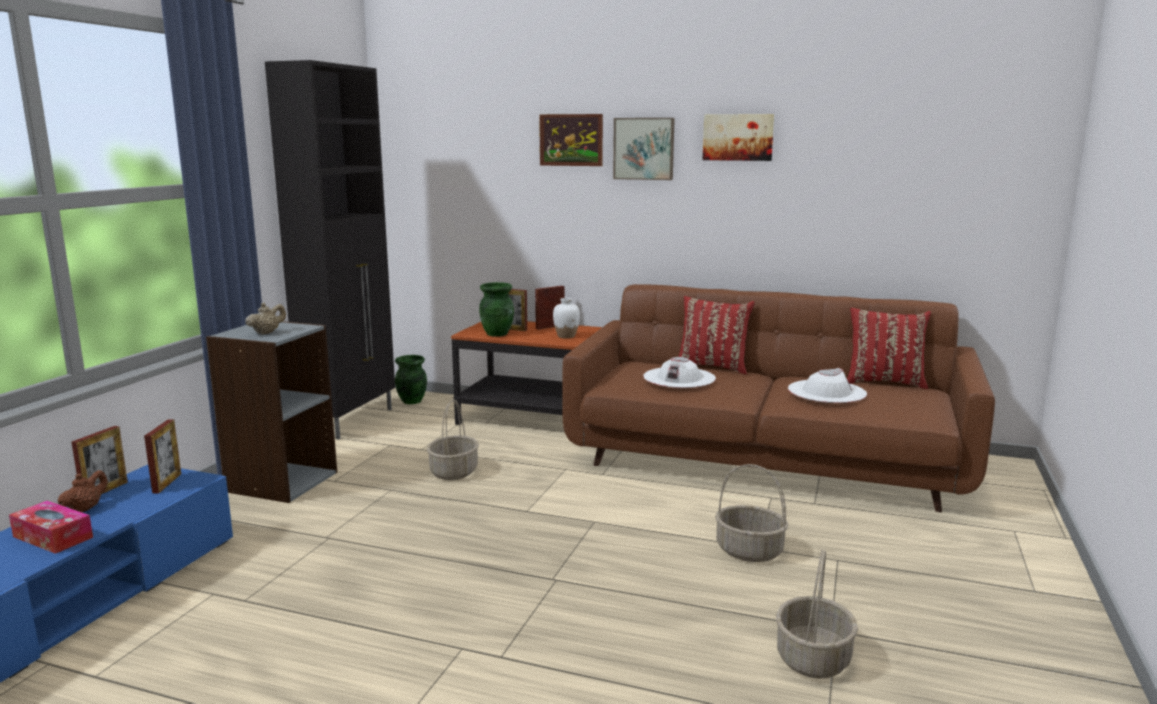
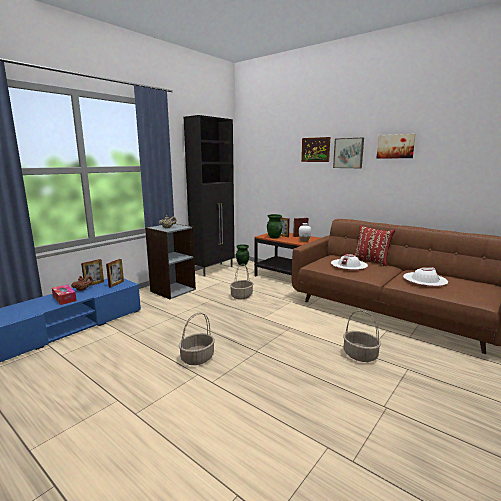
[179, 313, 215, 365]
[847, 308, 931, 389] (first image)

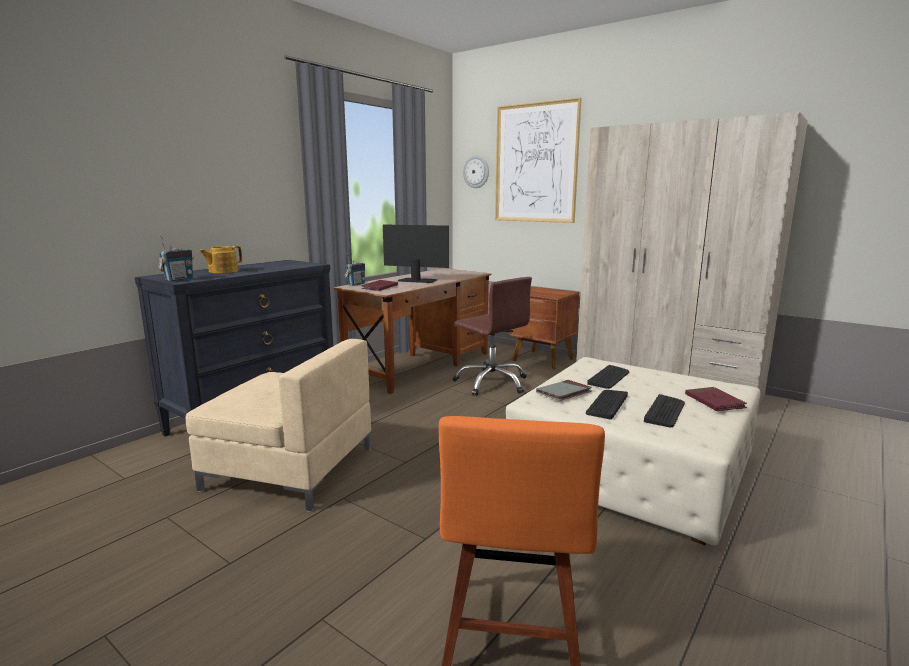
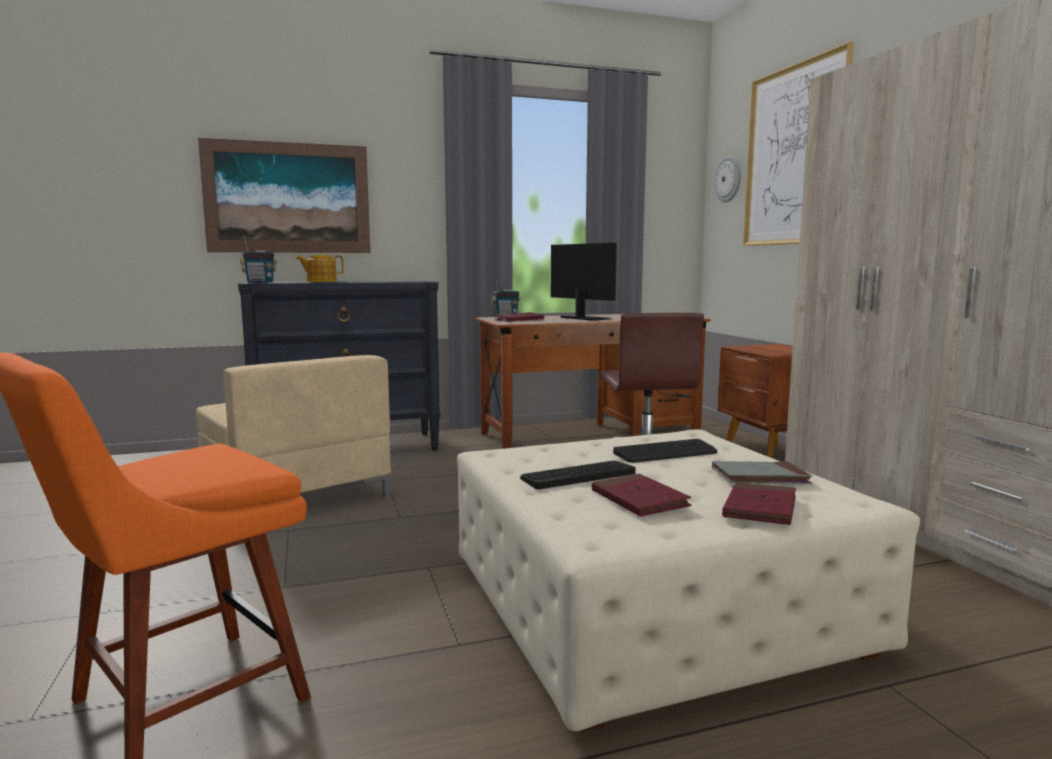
[198, 138, 370, 253]
[592, 474, 691, 516]
[712, 461, 813, 484]

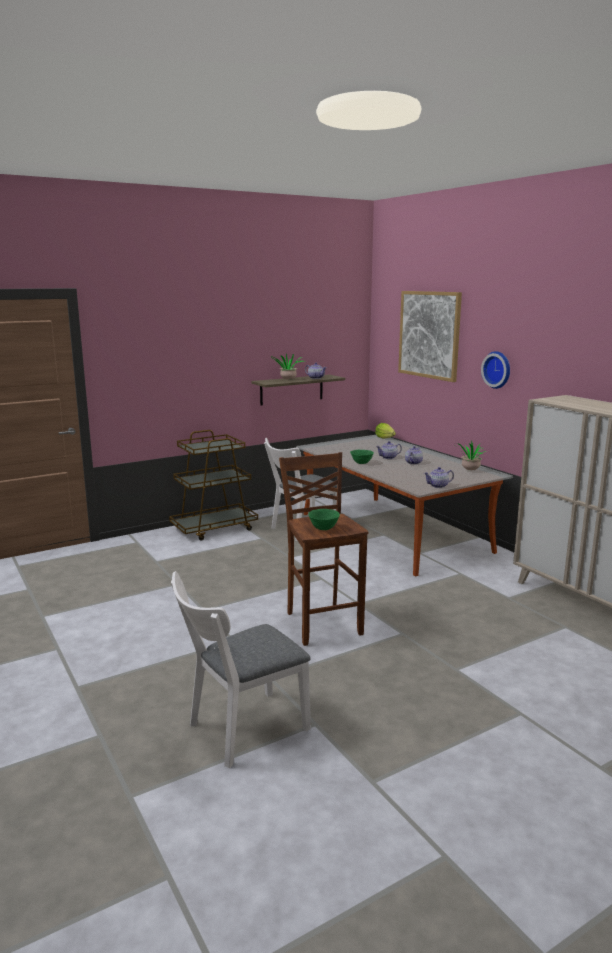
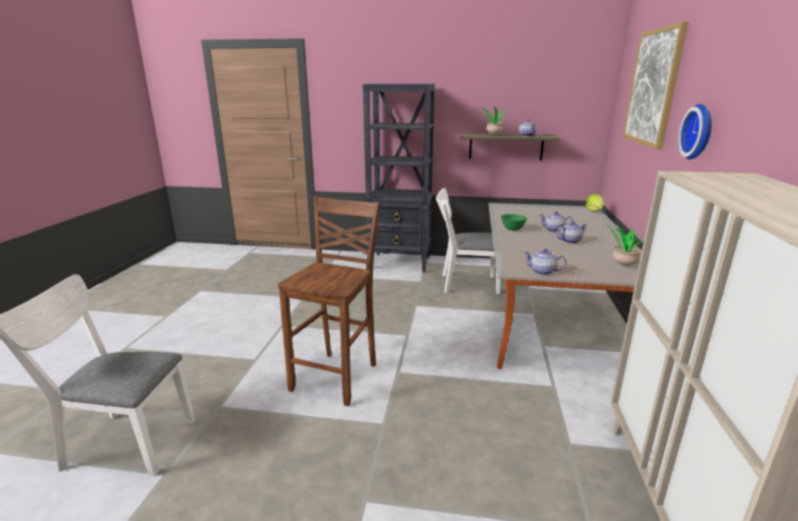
[363, 84, 435, 273]
[308, 509, 340, 530] (first image)

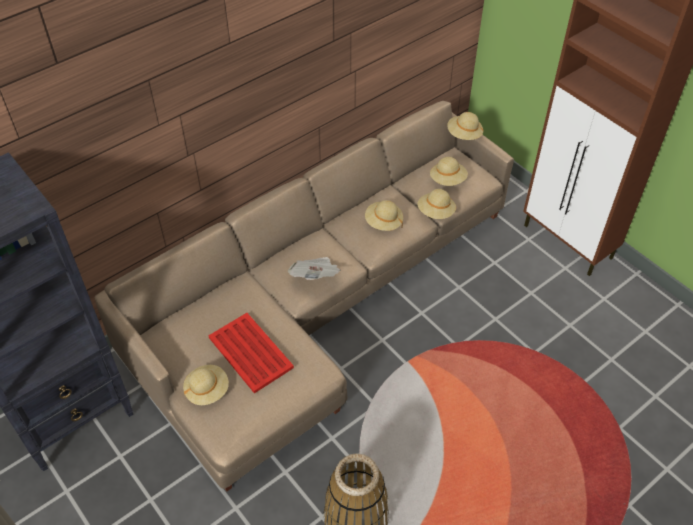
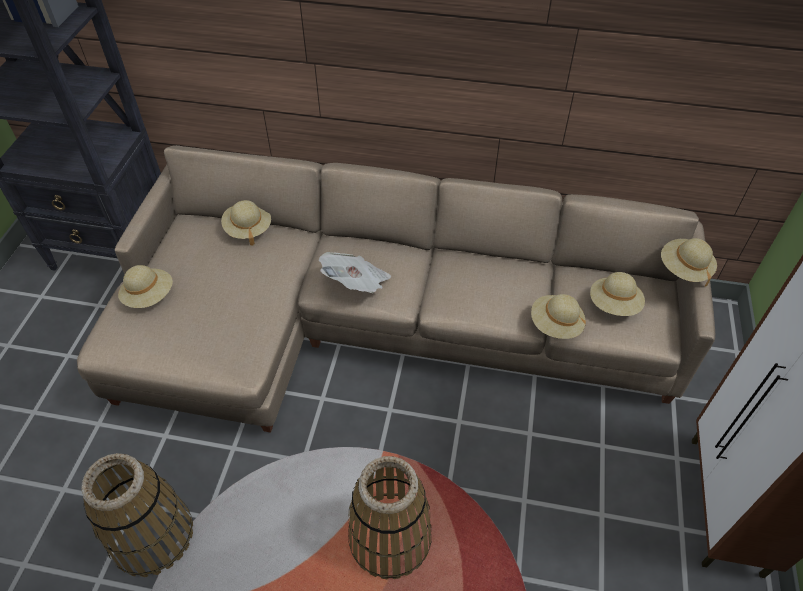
[221, 200, 271, 246]
[348, 456, 432, 579]
[208, 313, 294, 393] (first image)

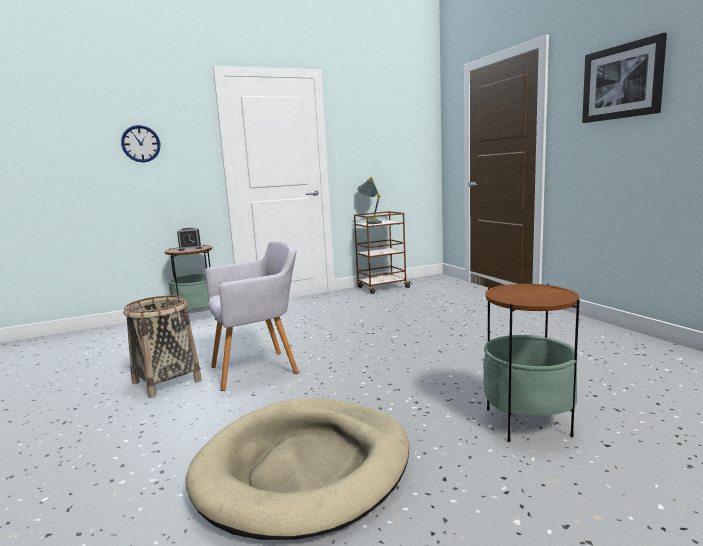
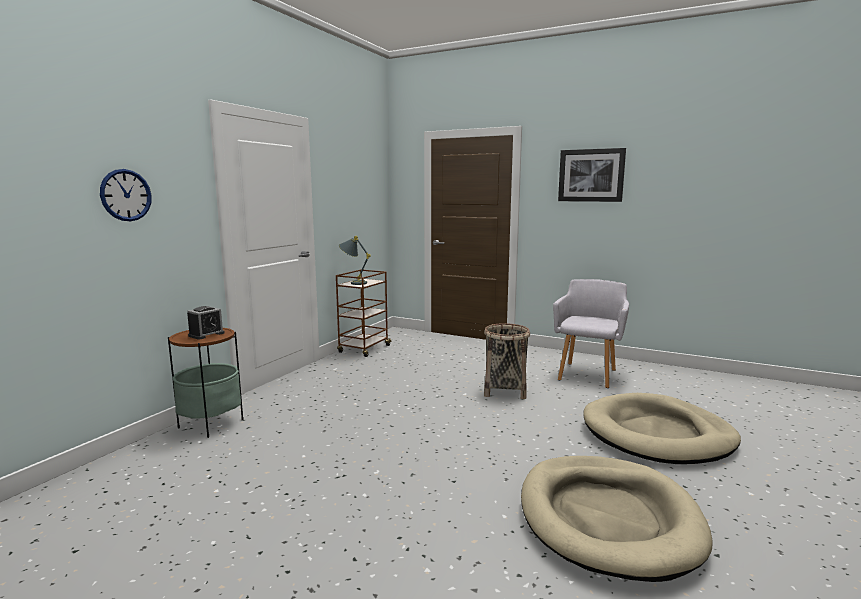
[484, 323, 530, 399]
[553, 279, 629, 388]
[583, 393, 741, 464]

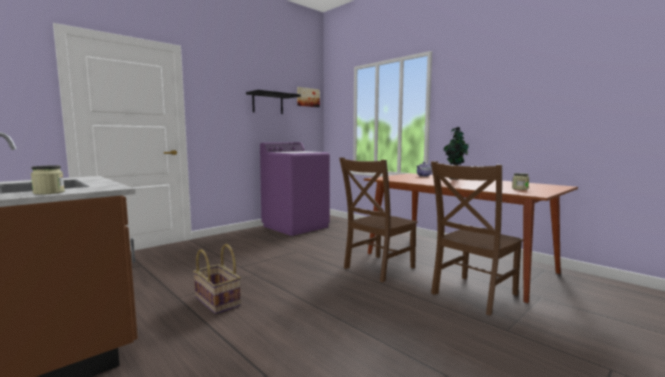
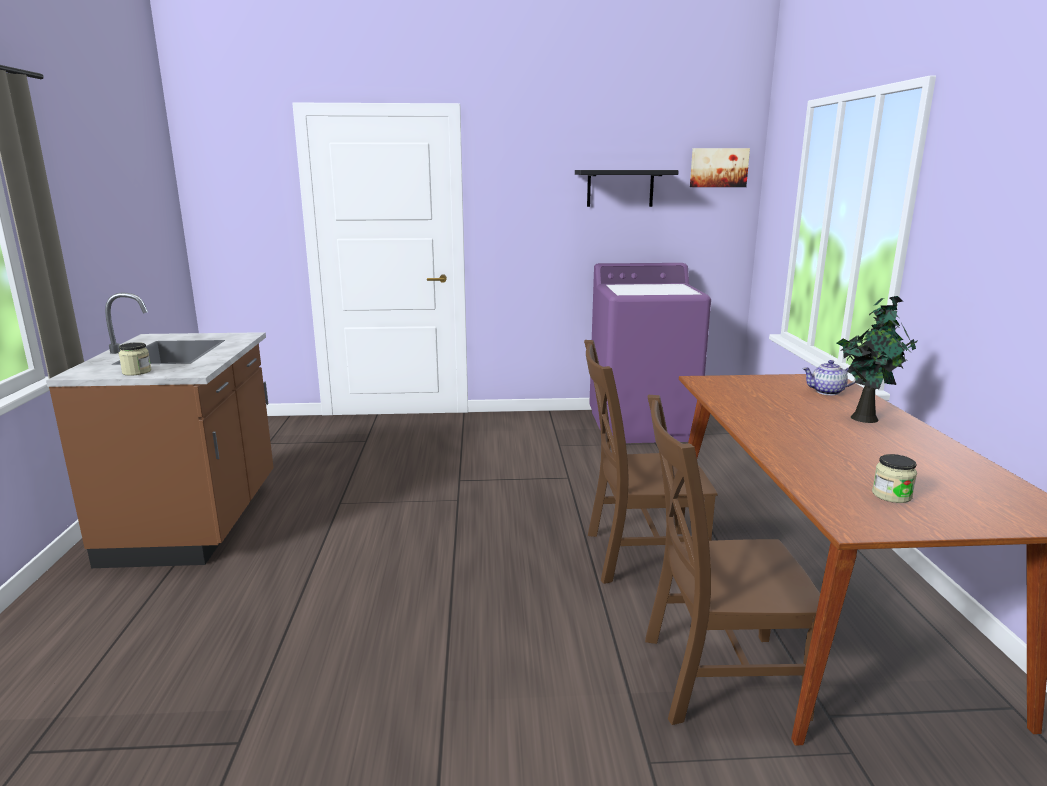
[193, 244, 241, 314] (first image)

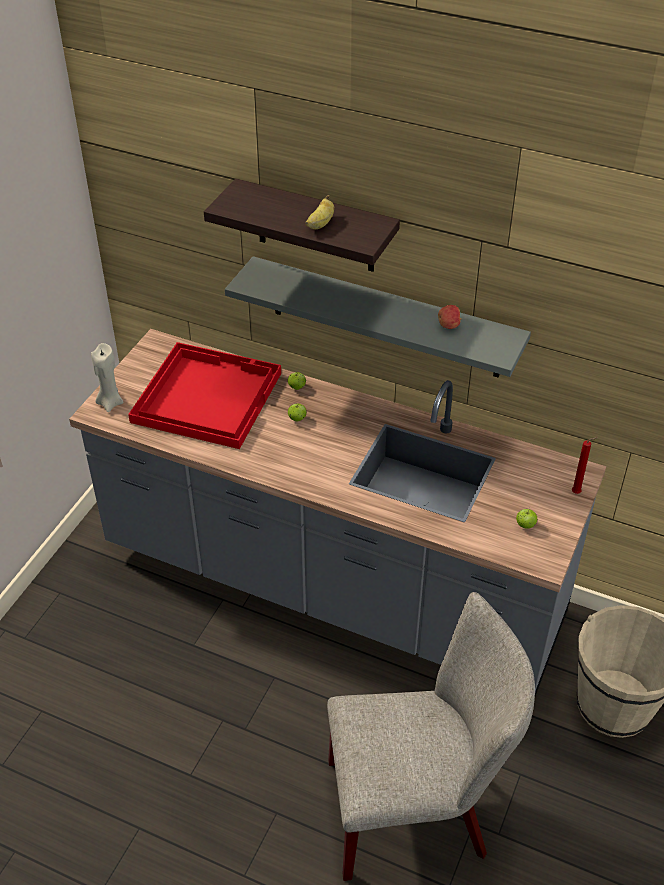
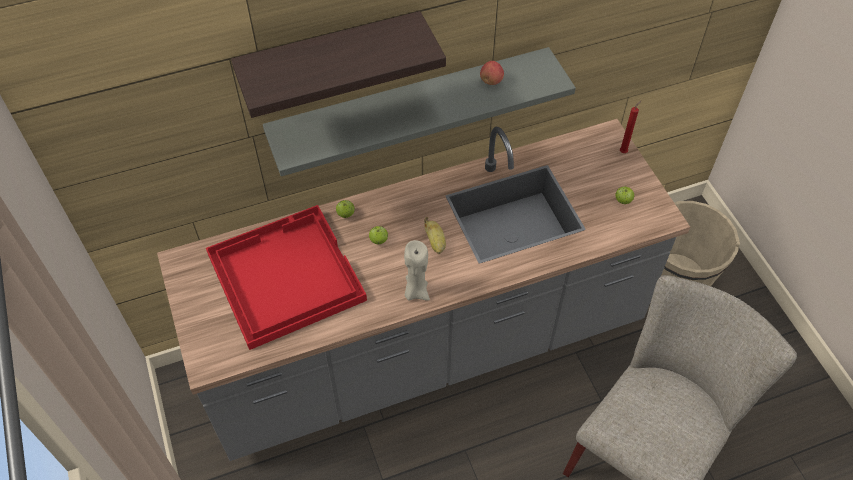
[404, 240, 430, 301]
[424, 217, 446, 254]

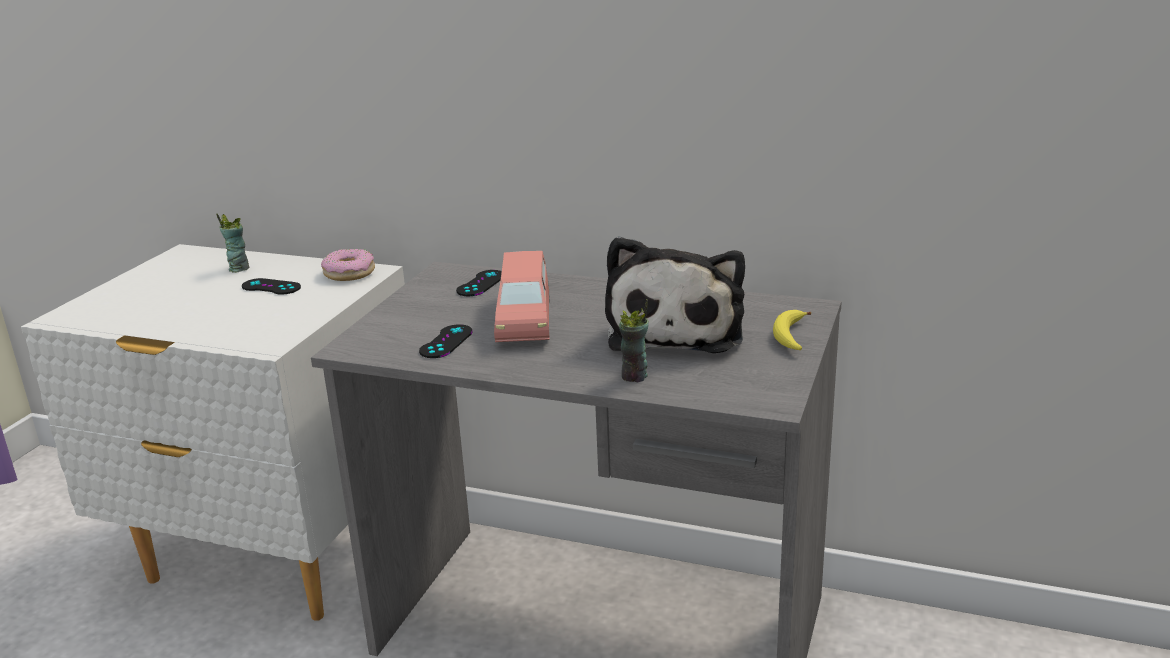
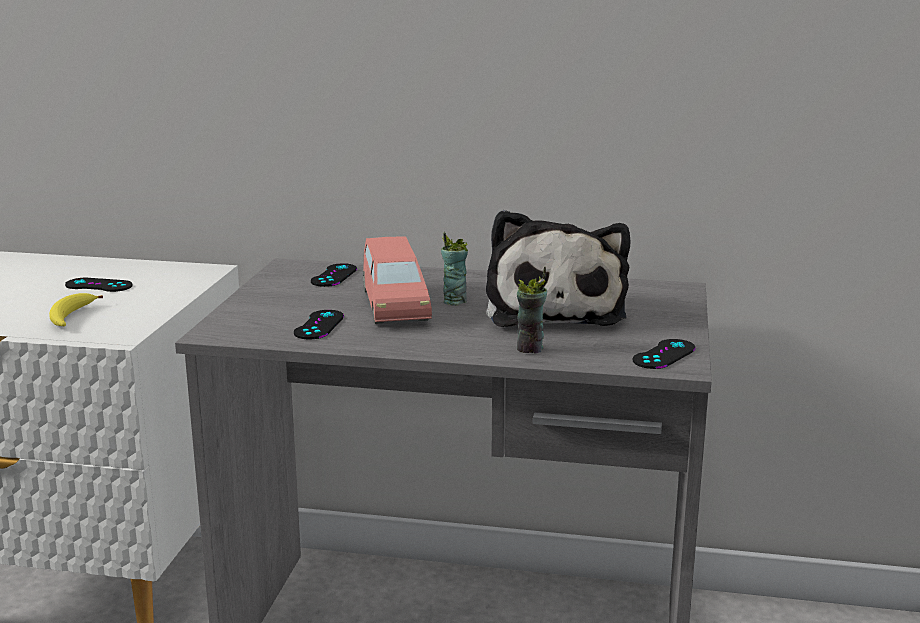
[49, 293, 103, 326]
[441, 232, 468, 306]
[633, 339, 695, 369]
[321, 249, 375, 281] (first image)

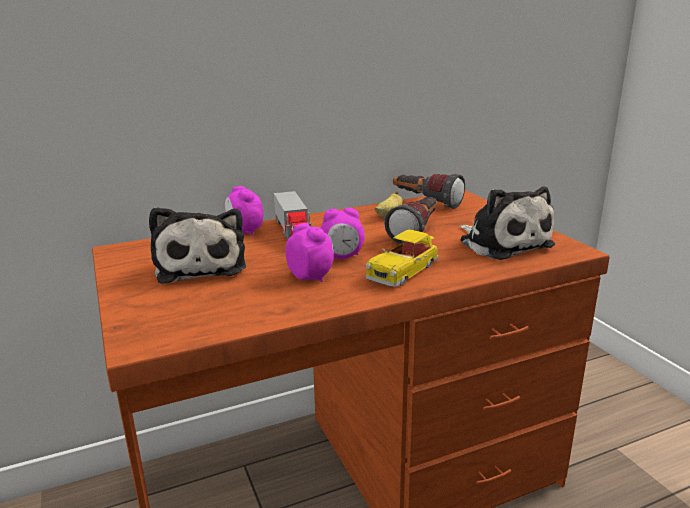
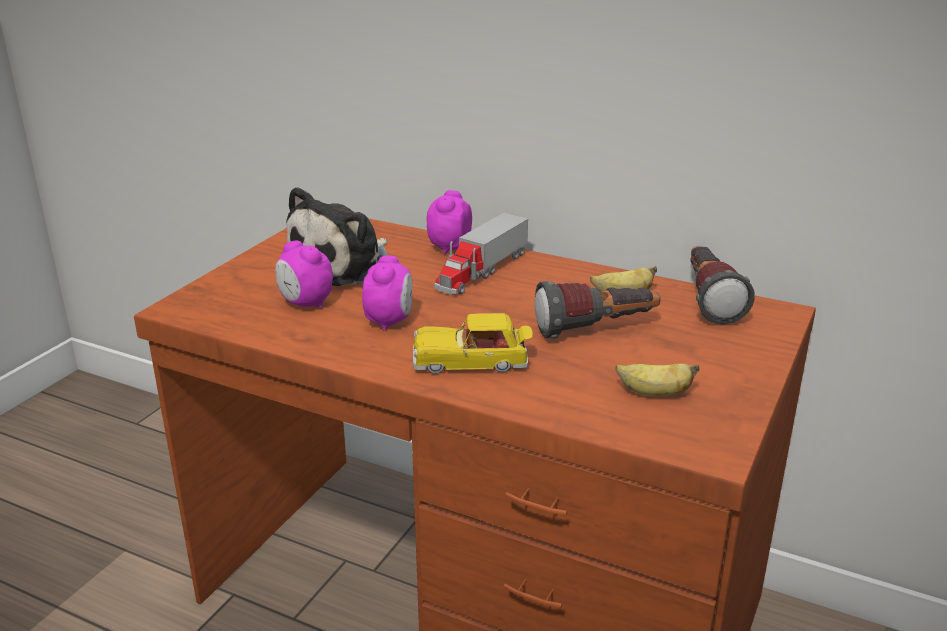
[276, 241, 333, 308]
[615, 363, 699, 396]

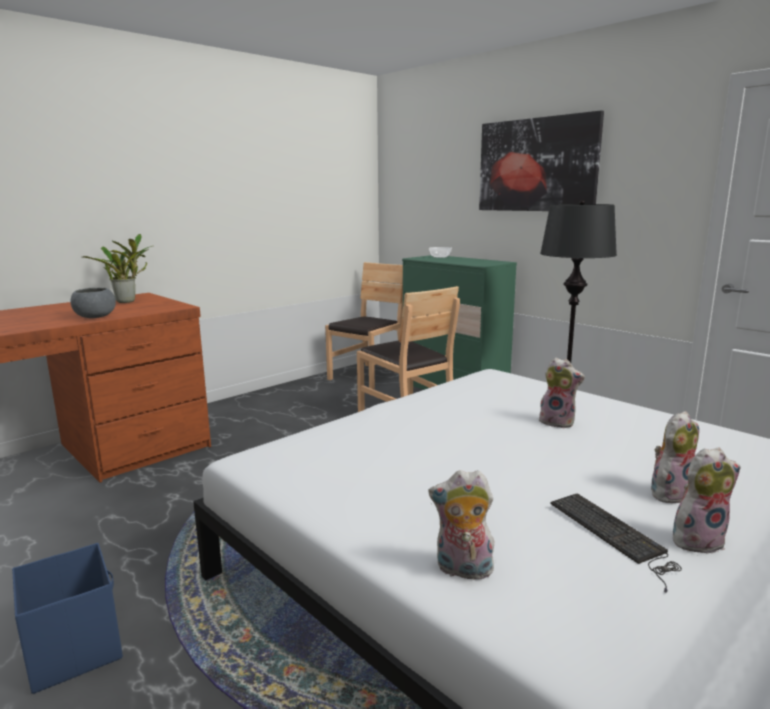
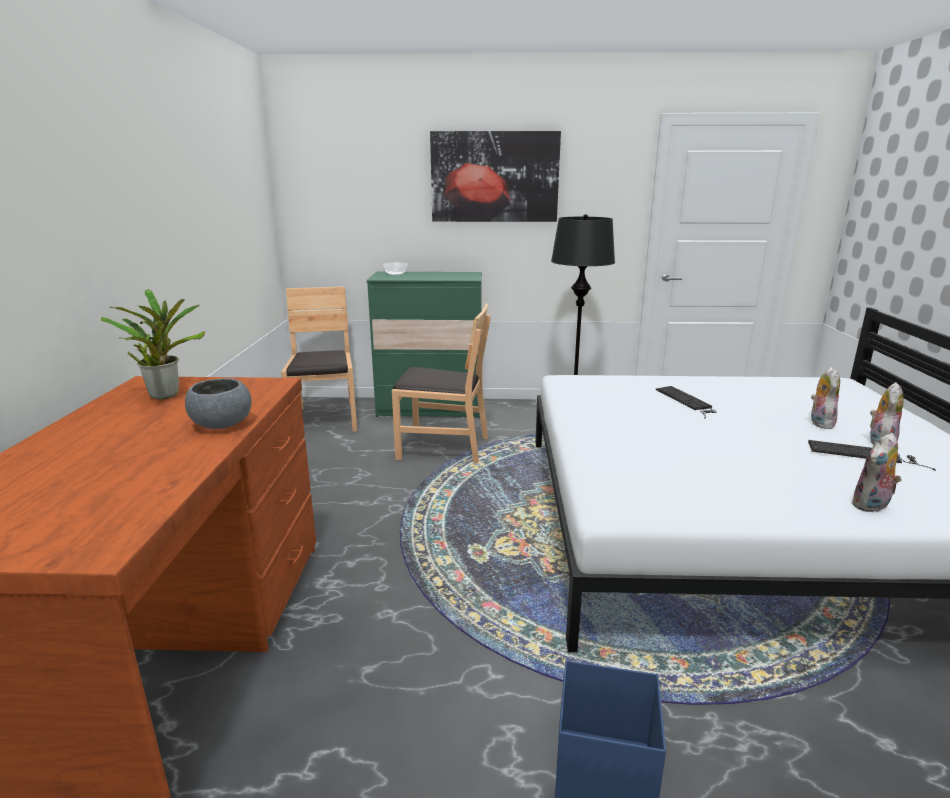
[655, 386, 716, 419]

